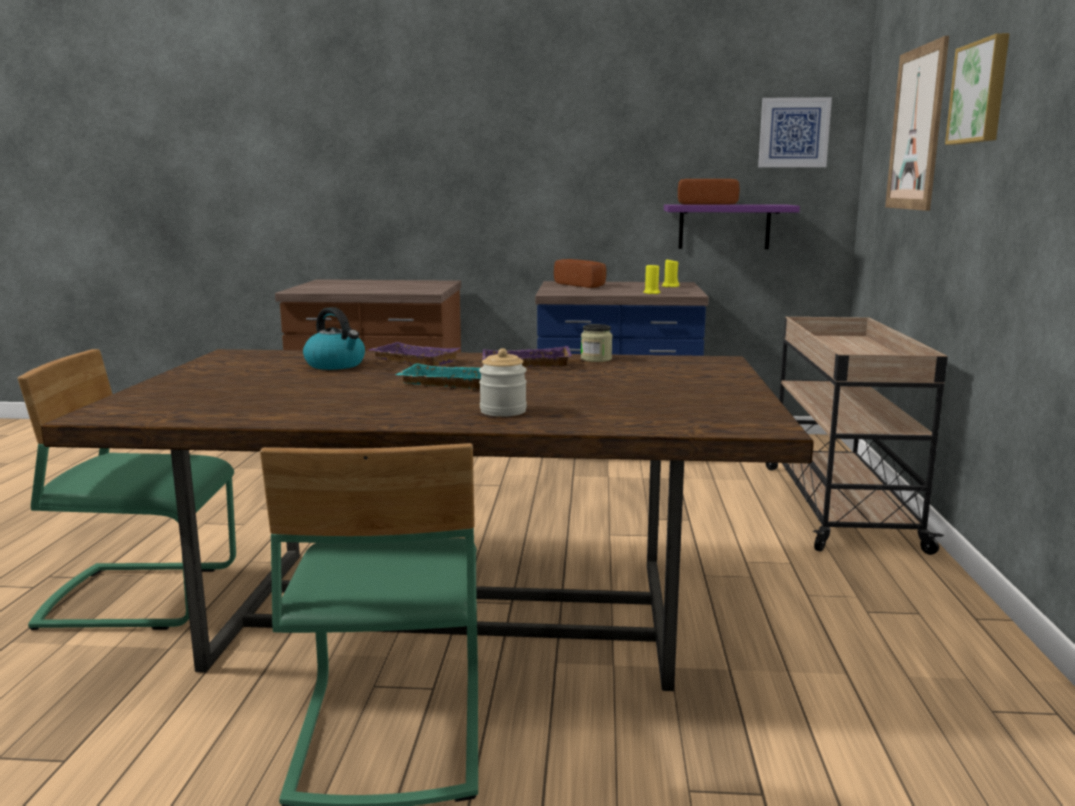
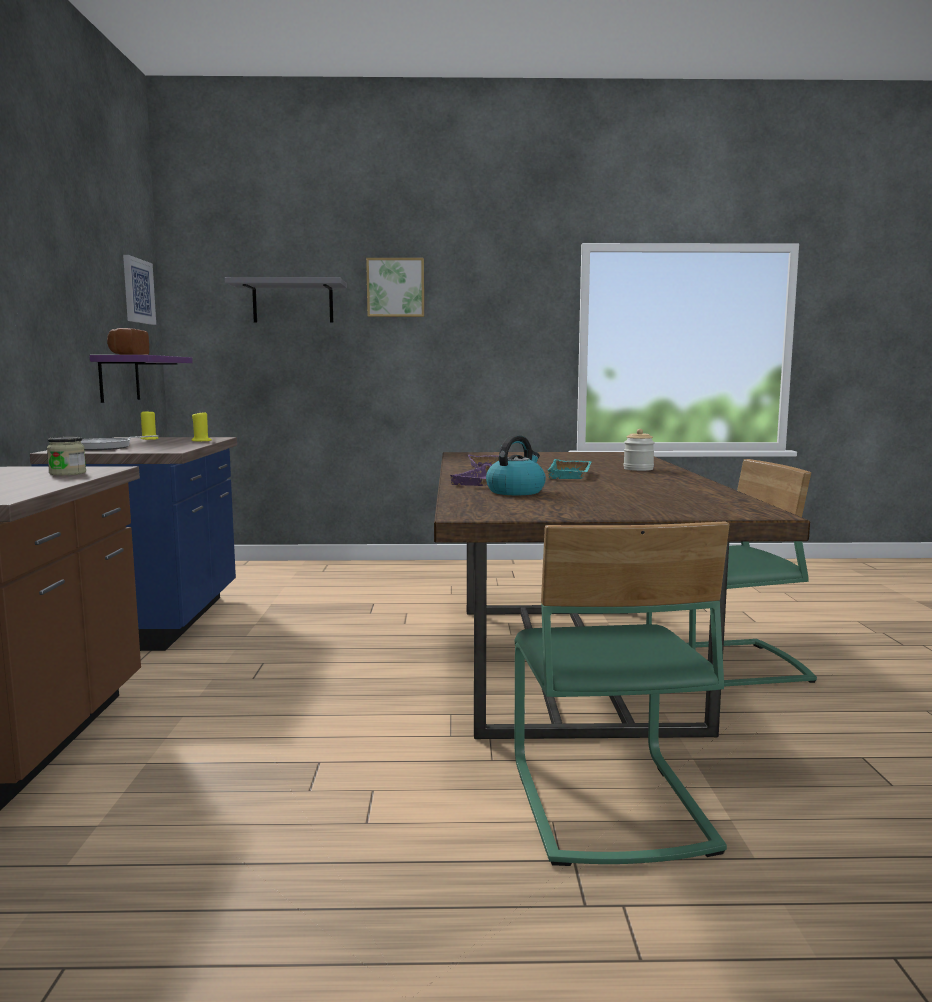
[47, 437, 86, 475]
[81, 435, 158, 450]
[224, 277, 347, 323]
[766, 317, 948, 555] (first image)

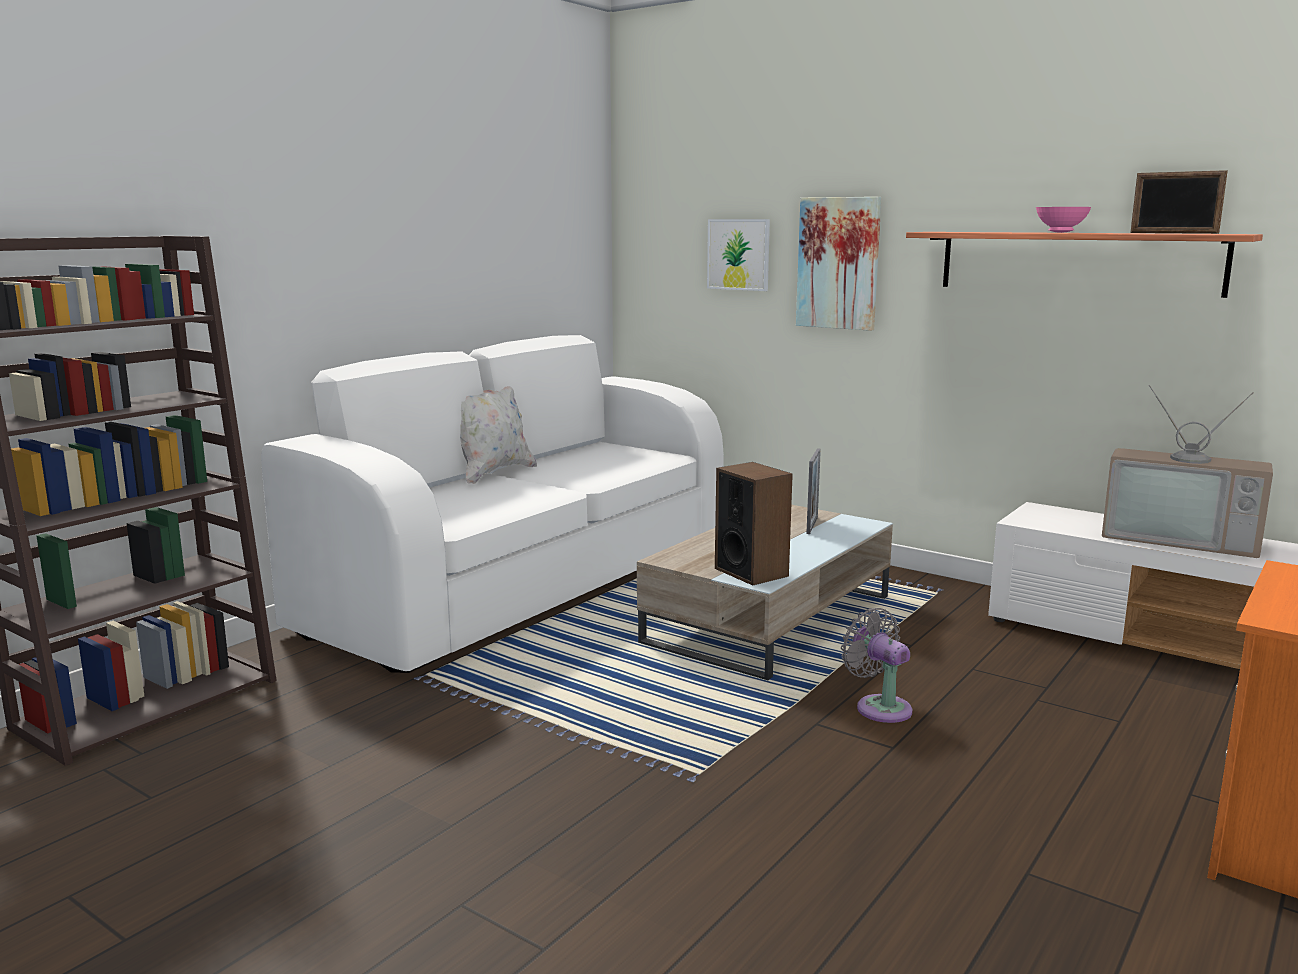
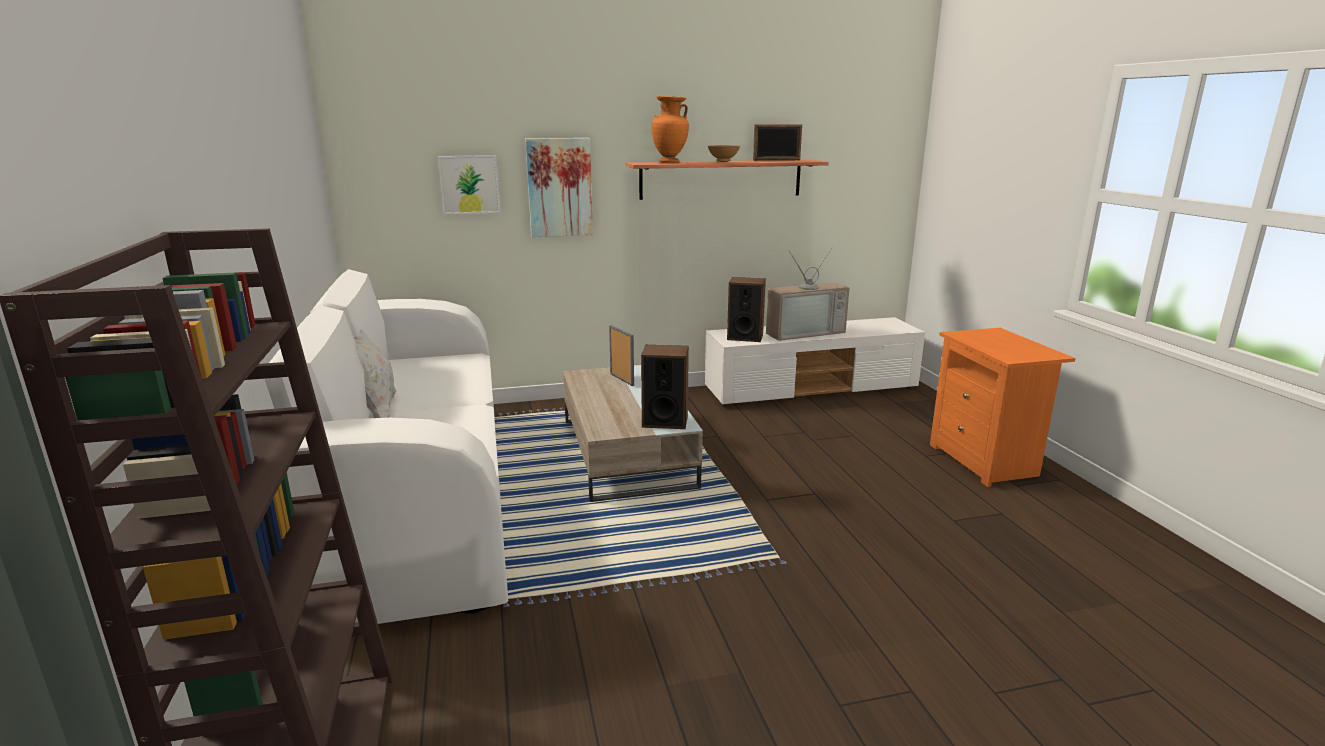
[651, 96, 689, 163]
[708, 145, 740, 162]
[727, 277, 766, 342]
[841, 608, 912, 723] (first image)

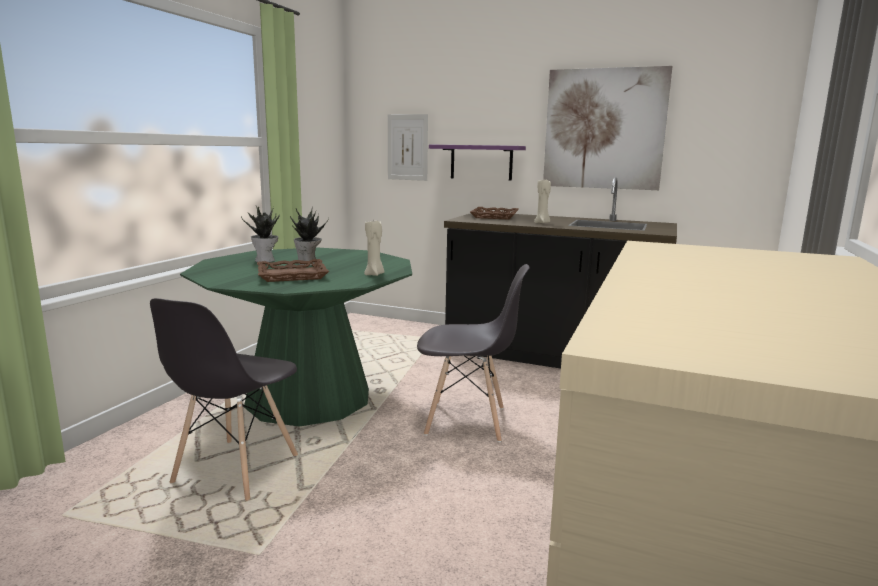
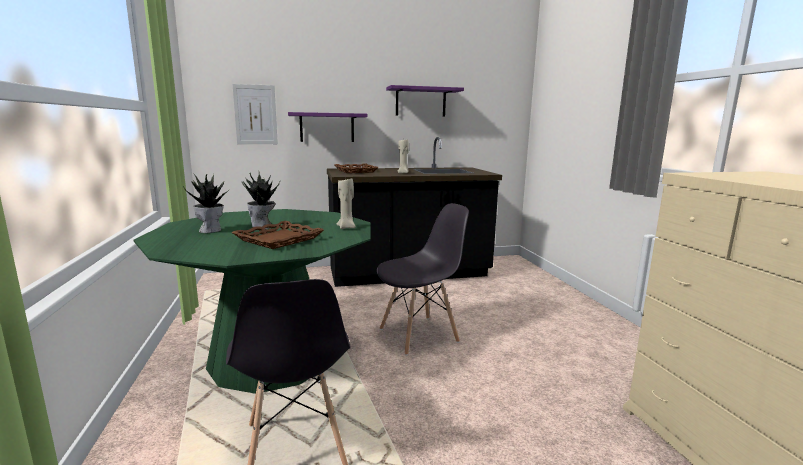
[386, 85, 464, 117]

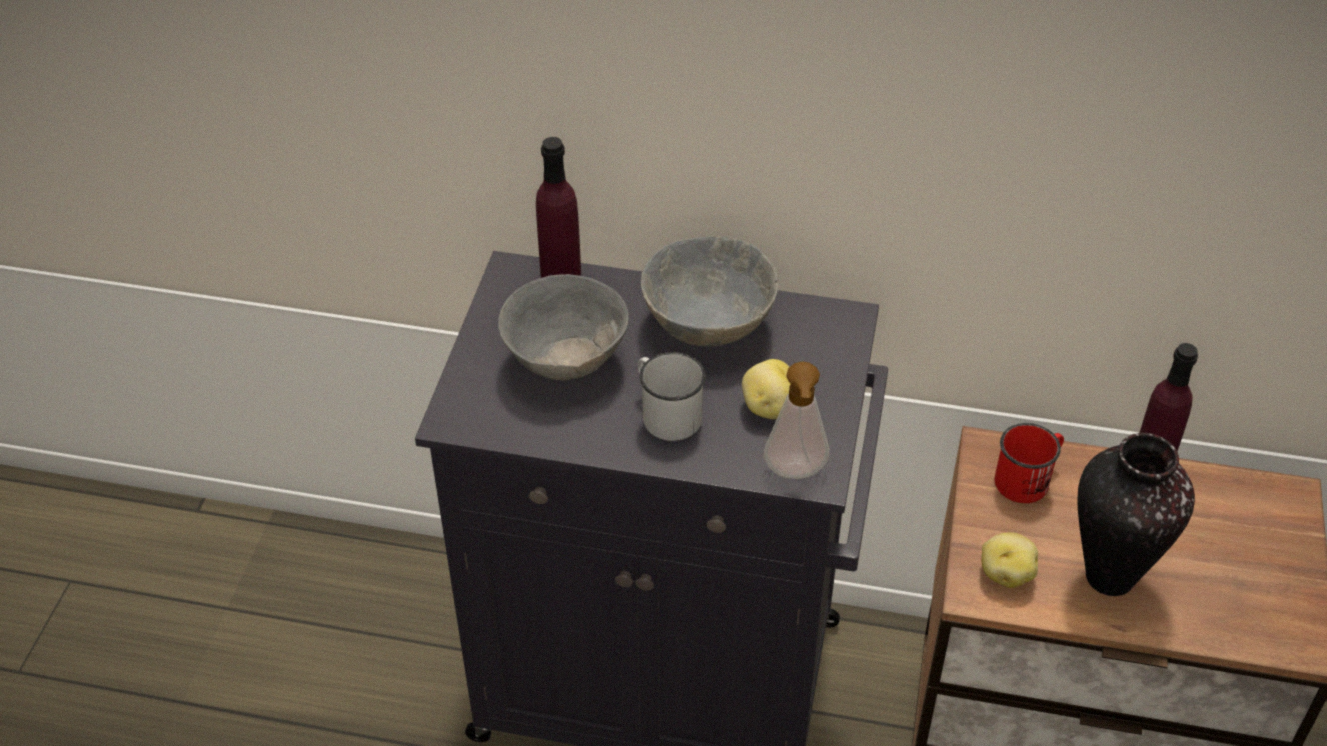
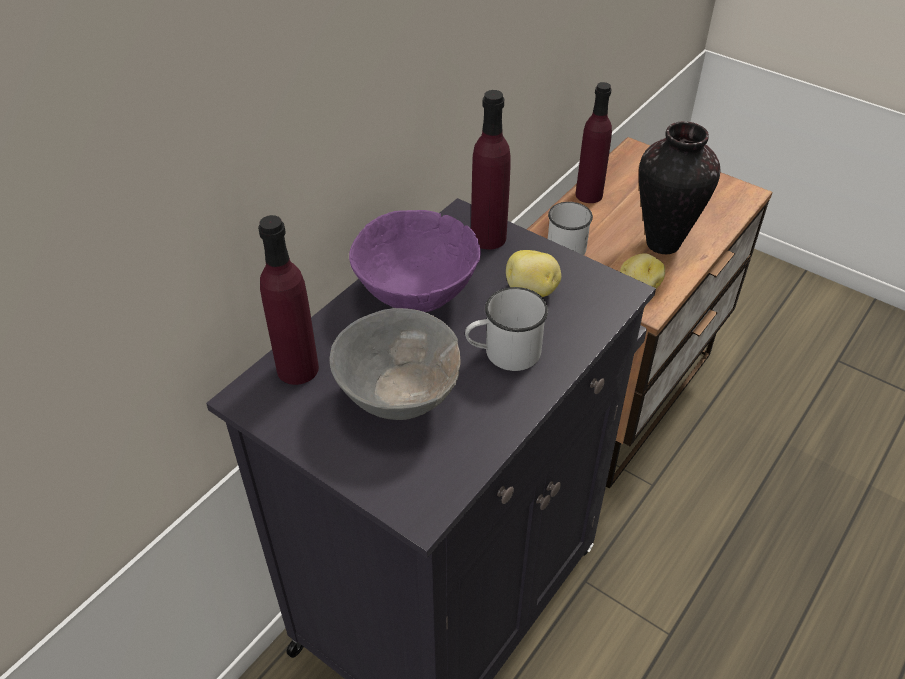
[349, 210, 481, 312]
[471, 90, 511, 250]
[548, 202, 593, 255]
[763, 361, 829, 479] (first image)

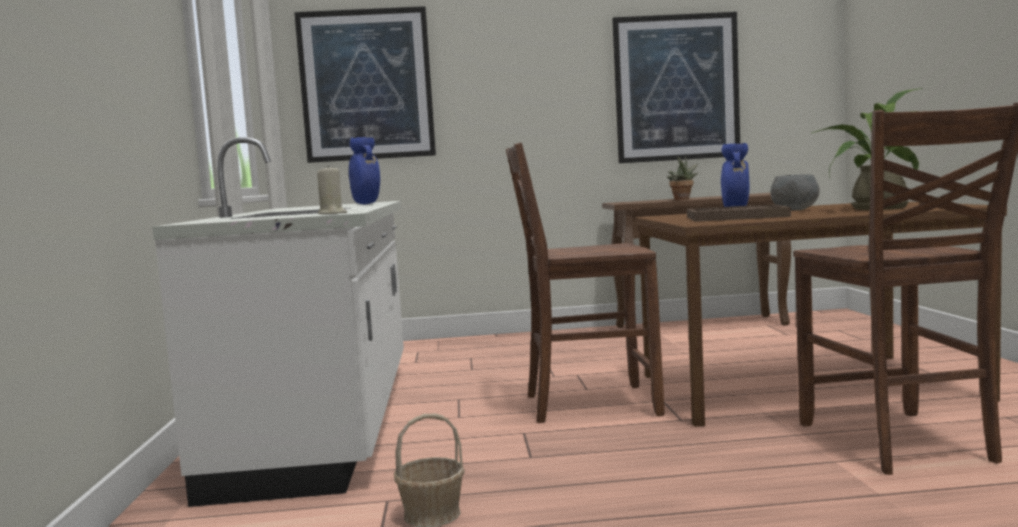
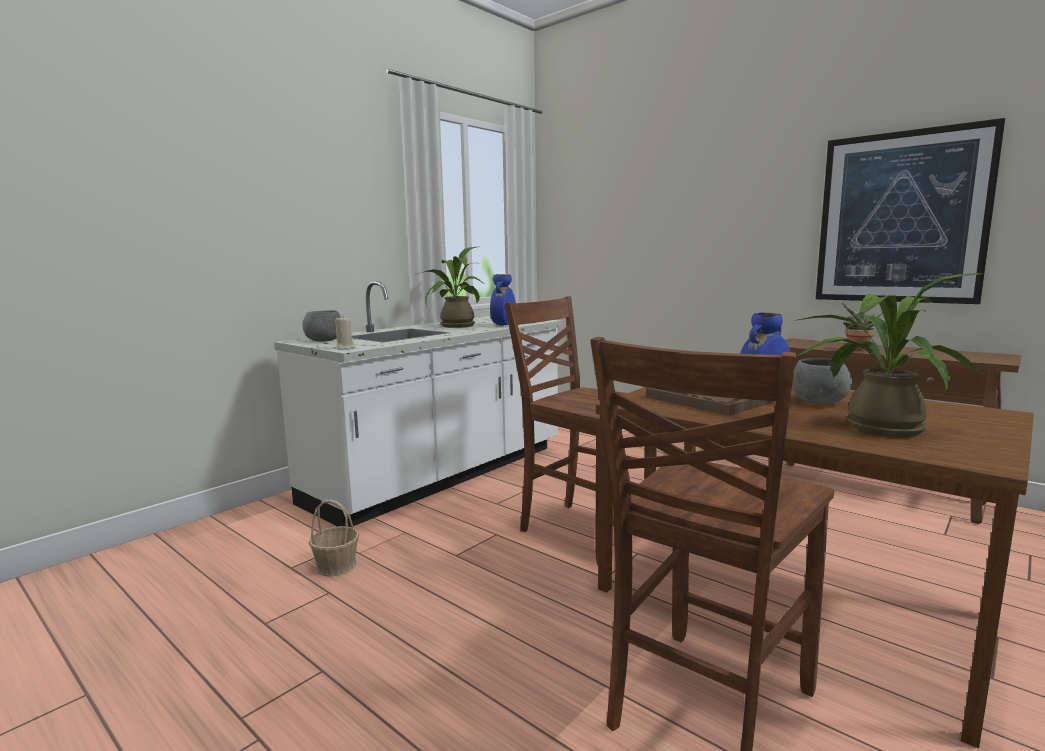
[302, 310, 341, 342]
[415, 247, 483, 328]
[294, 6, 436, 163] (first image)

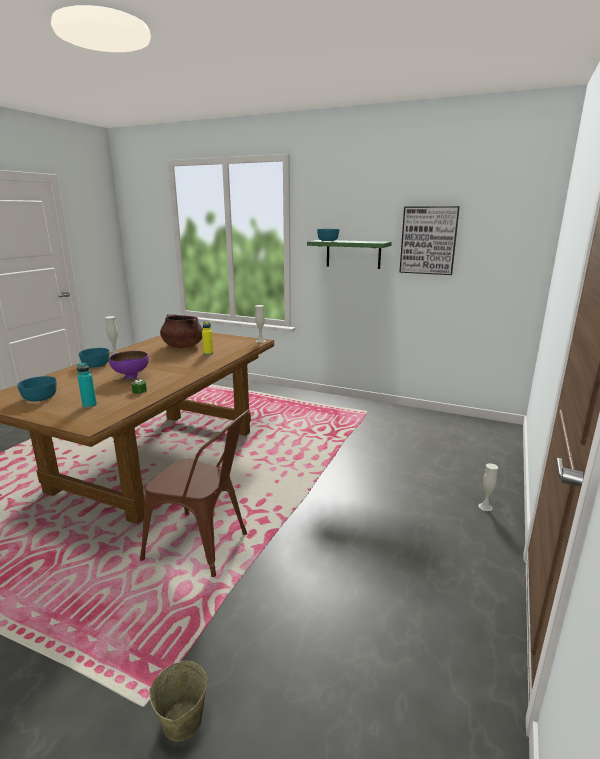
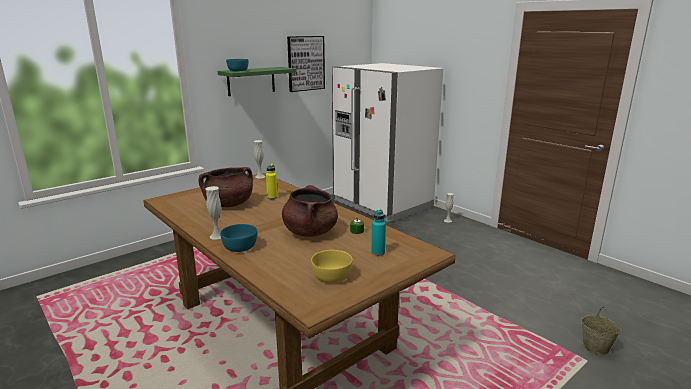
[282, 185, 338, 237]
[311, 250, 352, 283]
[332, 63, 443, 222]
[140, 409, 250, 577] (first image)

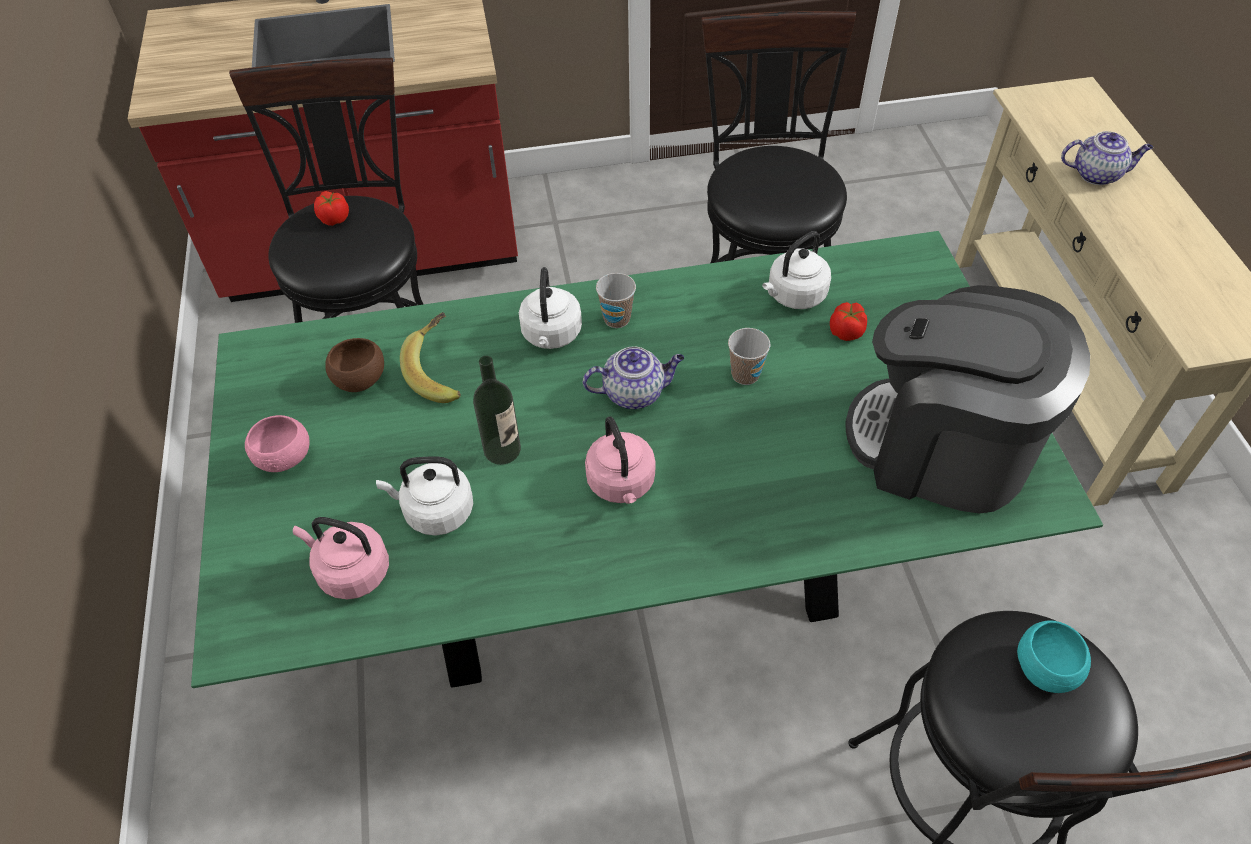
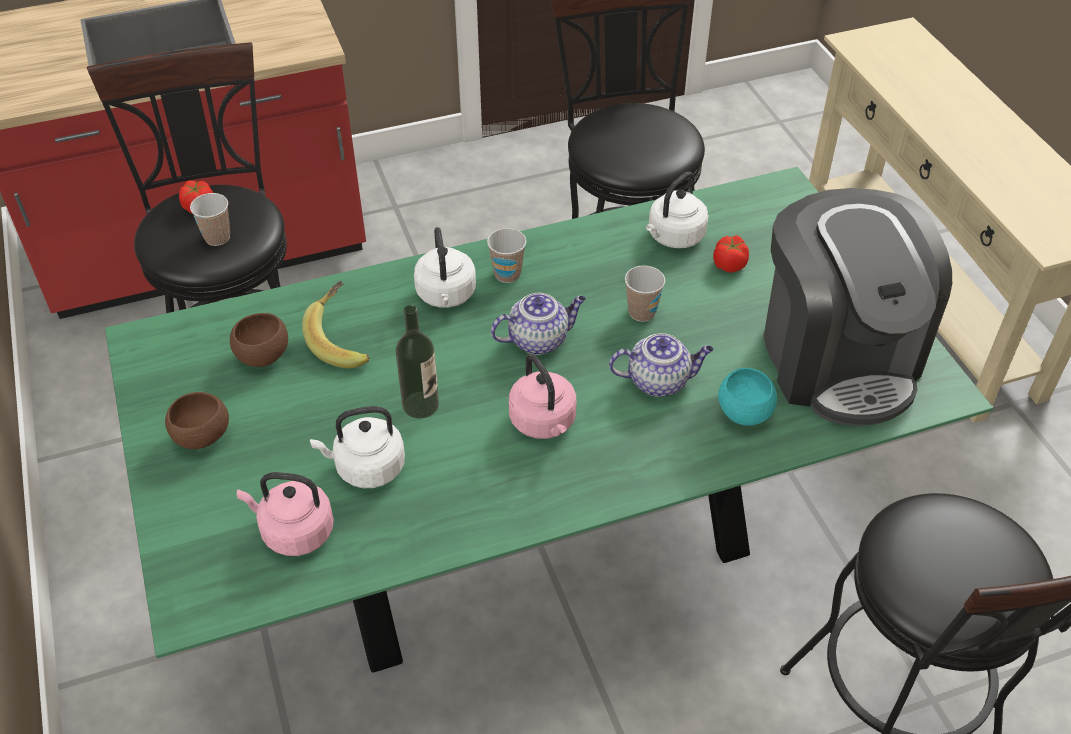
[165, 392, 229, 449]
[190, 193, 230, 246]
[609, 333, 714, 397]
[718, 368, 777, 426]
[764, 188, 952, 426]

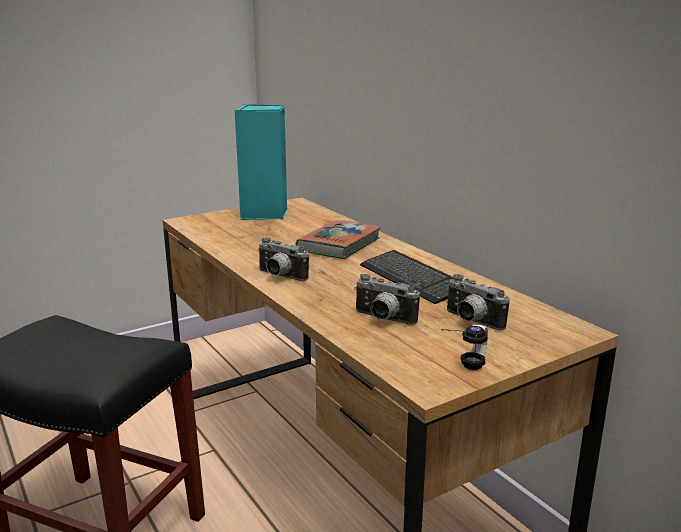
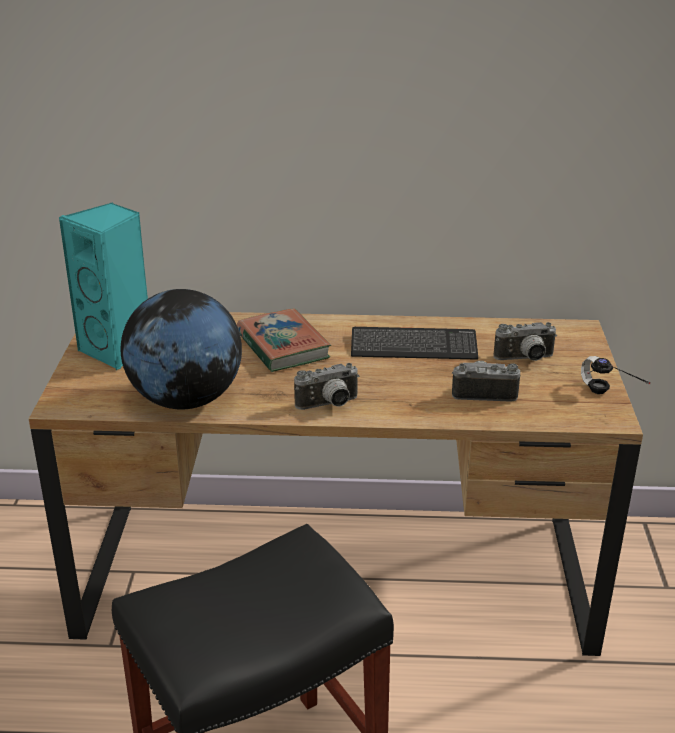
[121, 289, 242, 410]
[452, 361, 521, 402]

